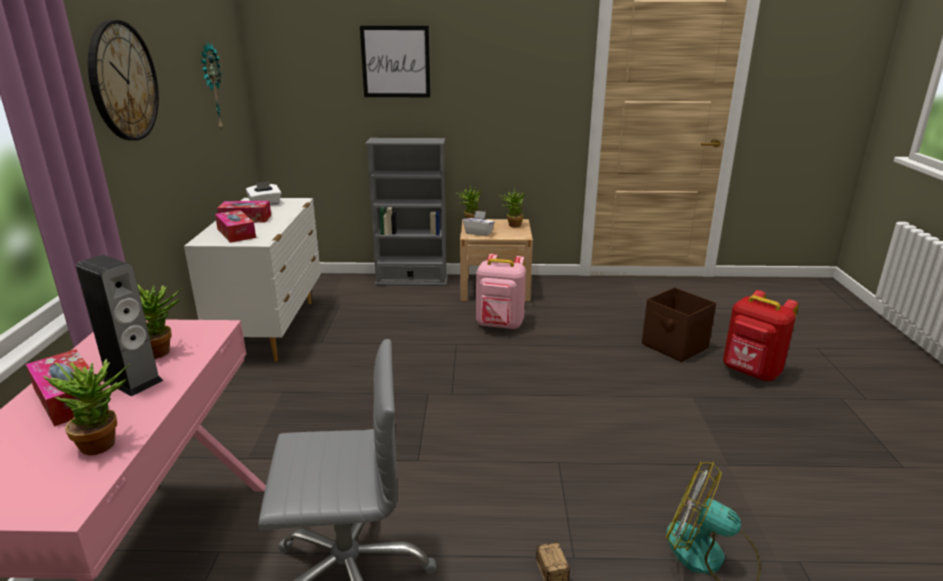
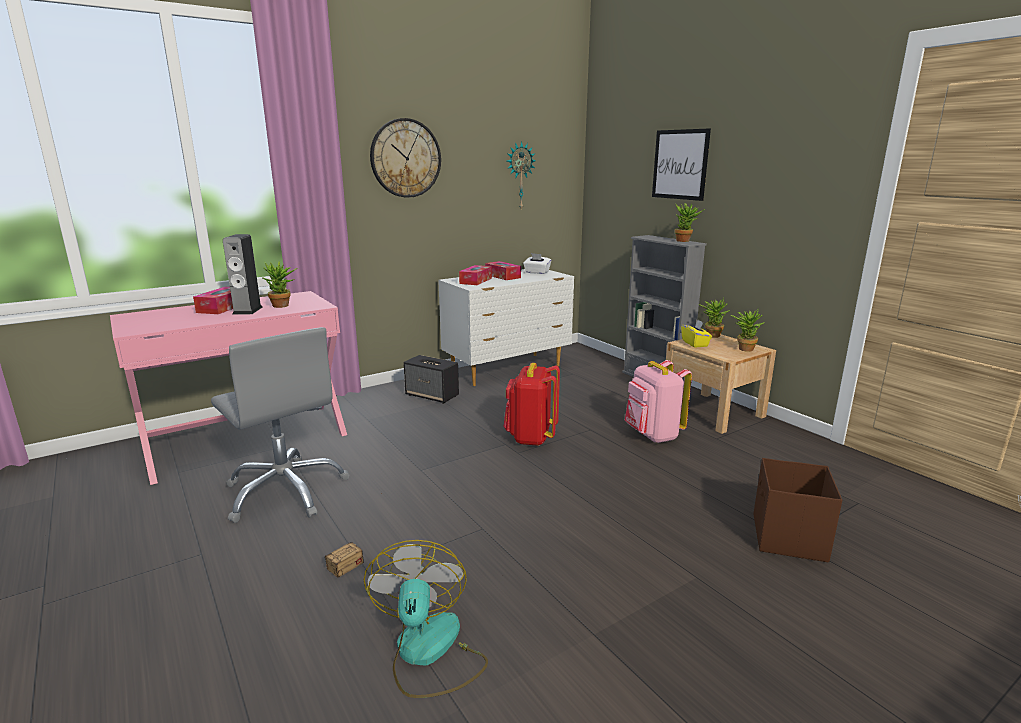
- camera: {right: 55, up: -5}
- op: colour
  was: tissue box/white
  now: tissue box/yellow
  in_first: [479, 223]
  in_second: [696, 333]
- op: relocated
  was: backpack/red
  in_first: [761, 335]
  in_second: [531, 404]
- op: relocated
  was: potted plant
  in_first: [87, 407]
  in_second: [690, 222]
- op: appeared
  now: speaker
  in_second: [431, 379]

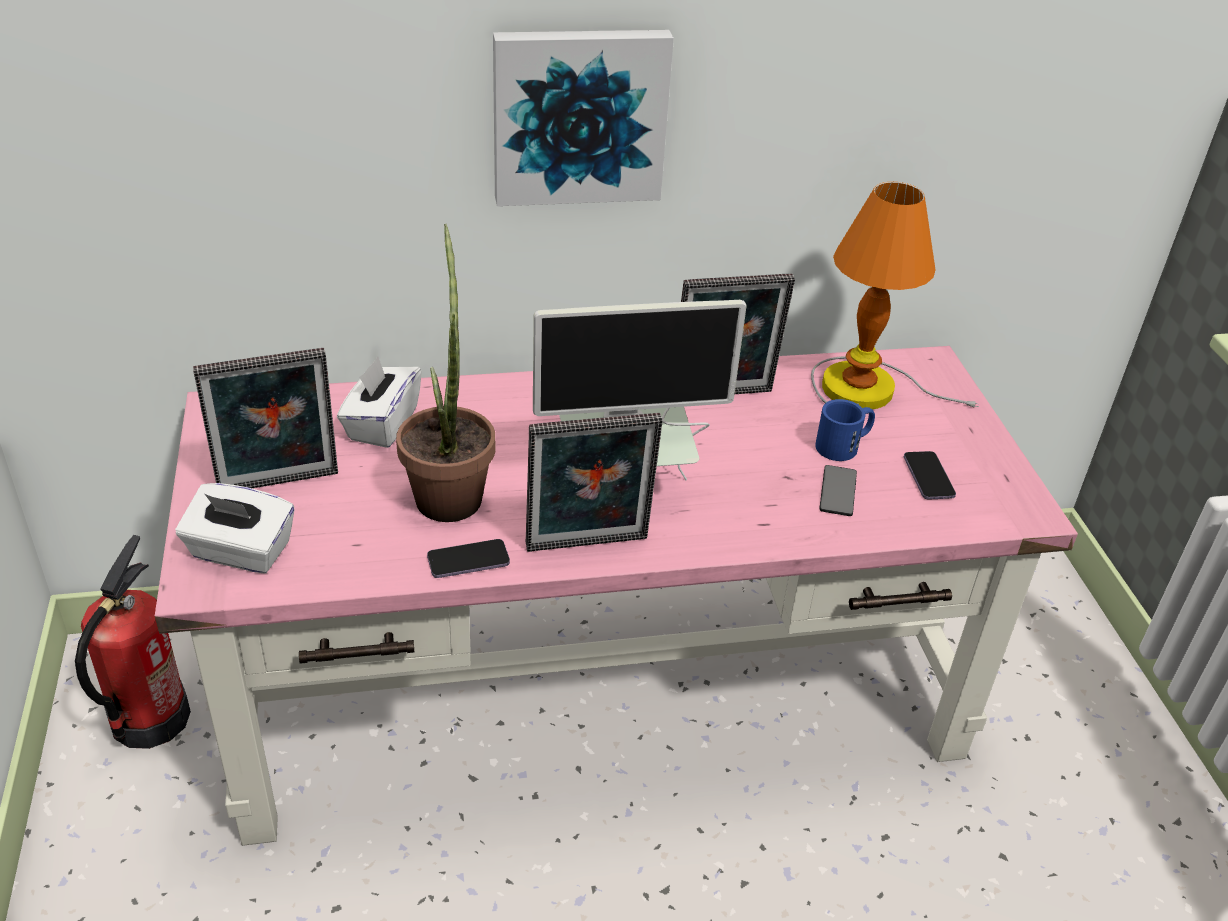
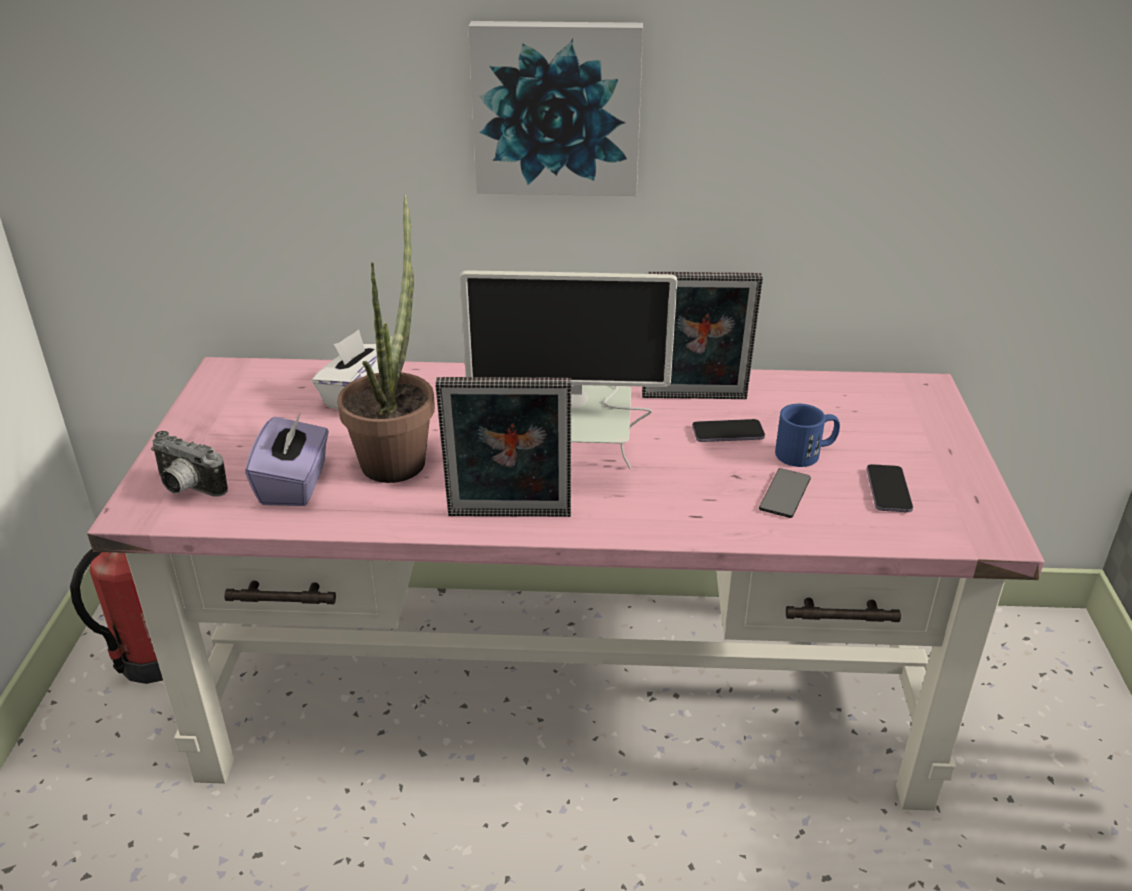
- camera: {right: 15, up: -5}
- op: missing
  was: table lamp
  in_first: [895, 295]
- op: missing
  was: picture frame
  in_first: [265, 418]
- op: exchanged
  was: tissue box/white
  now: photo camera
  in_first: [234, 528]
  in_second: [189, 464]
- op: relocated
  was: phone
  in_first: [468, 558]
  in_second: [728, 430]
- op: appeared
  now: tissue box/purple
  in_second: [287, 459]

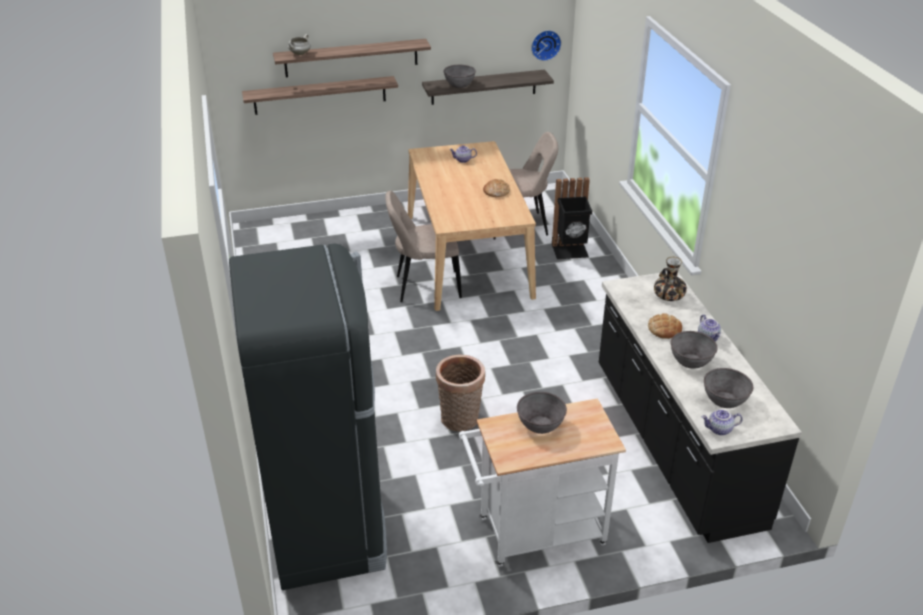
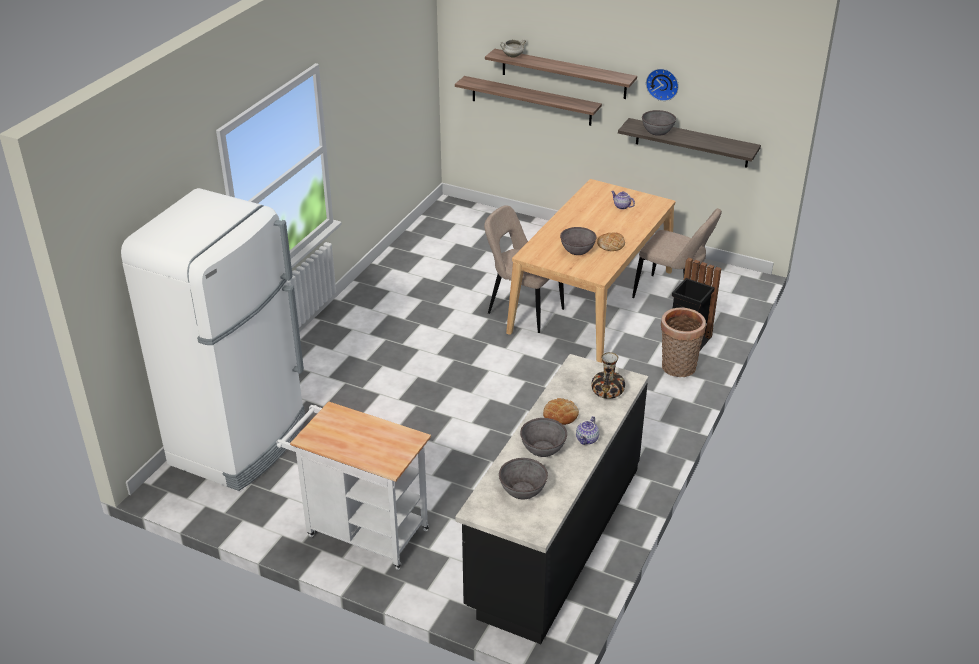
- camera: {right: 40, up: 0}
- op: relocated
  was: wall clock
  in_first: [546, 45]
  in_second: [662, 85]
- op: colour
  was: fridge/black
  now: fridge/white
  in_first: [308, 416]
  in_second: [213, 339]
- op: relocated
  was: basket
  in_first: [460, 392]
  in_second: [683, 342]
- op: relocated
  was: bowl/grey
  in_first: [542, 413]
  in_second: [578, 241]
- op: missing
  was: teapot
  in_first: [722, 422]

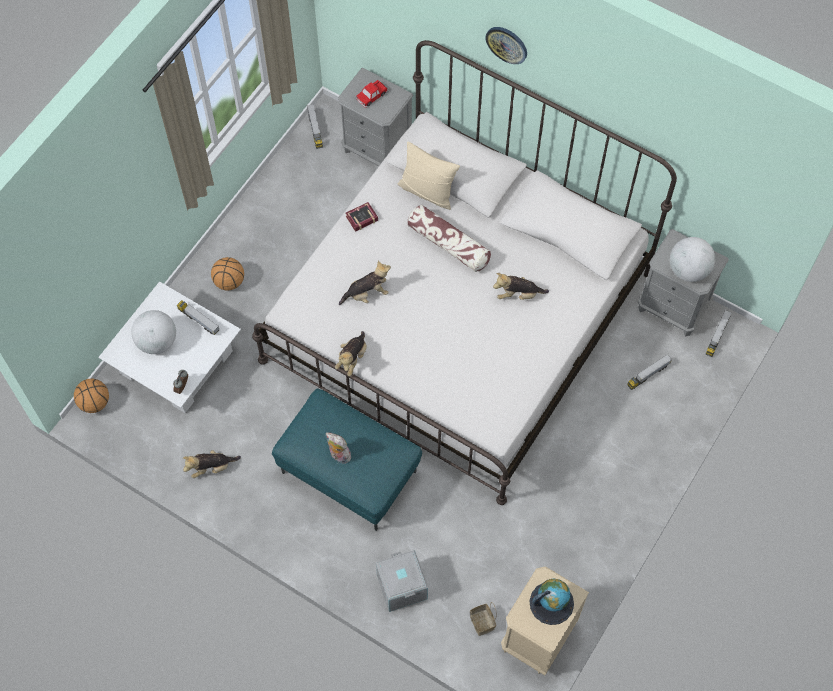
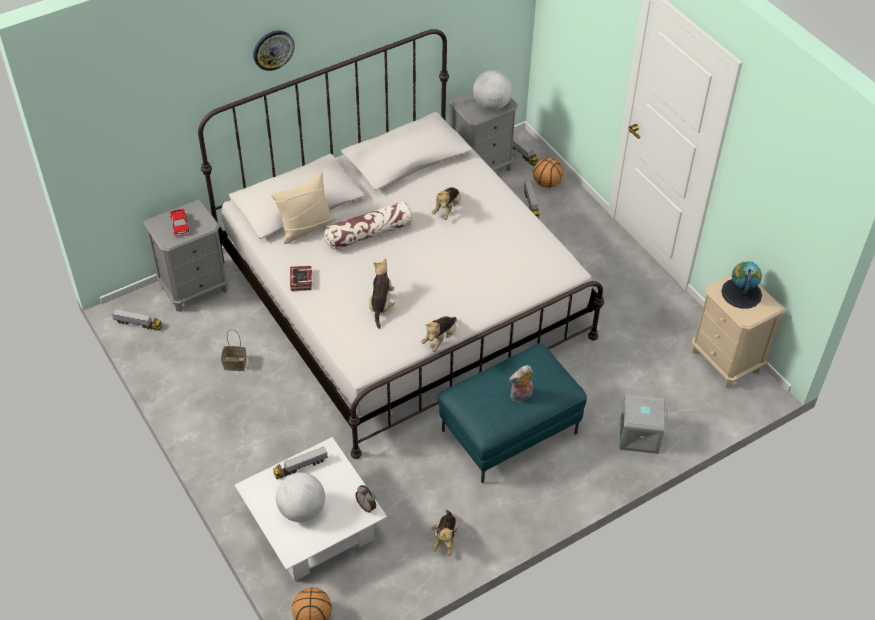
- camera: {right: -65, up: -15}
- op: relocated
  was: basketball
  in_first: [227, 274]
  in_second: [548, 173]
- op: spun
  was: plush toy
  in_first: [351, 353]
  in_second: [439, 334]
  clockwise: 75
- op: relocated
  was: basket
  in_first: [483, 619]
  in_second: [234, 350]

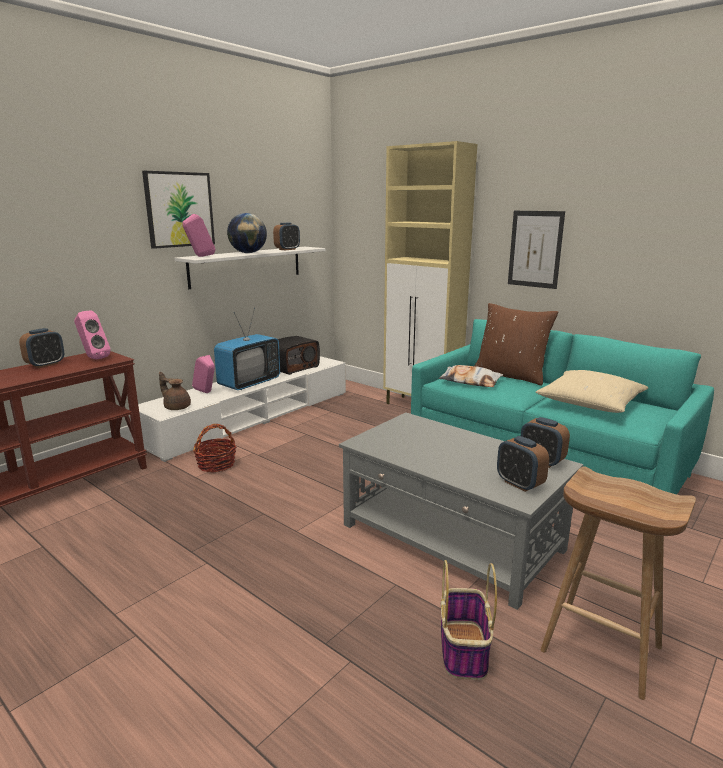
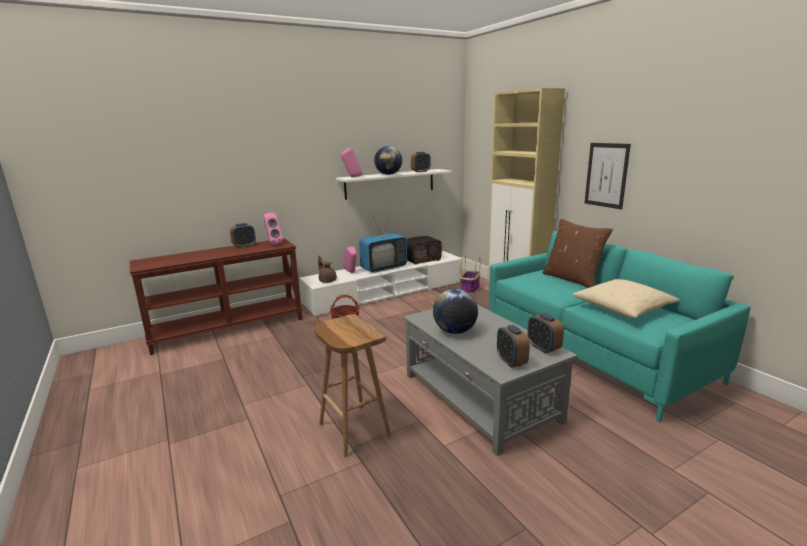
- camera: {right: 20, up: 0}
- op: missing
  was: picture
  in_first: [178, 210]
- op: missing
  was: pillow
  in_first: [471, 376]
- op: relocated
  was: stool/brown
  in_first: [618, 583]
  in_second: [352, 385]
- op: relocated
  was: basket
  in_first: [469, 620]
  in_second: [470, 274]
- op: appeared
  now: globe
  in_second: [455, 311]

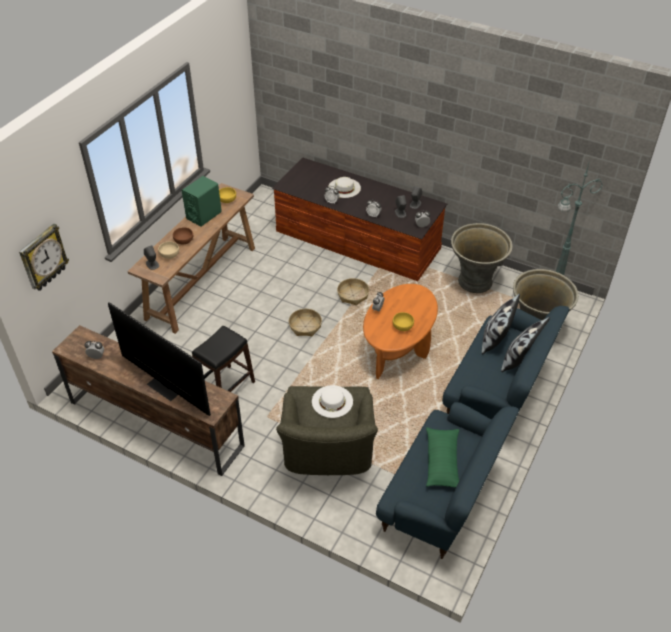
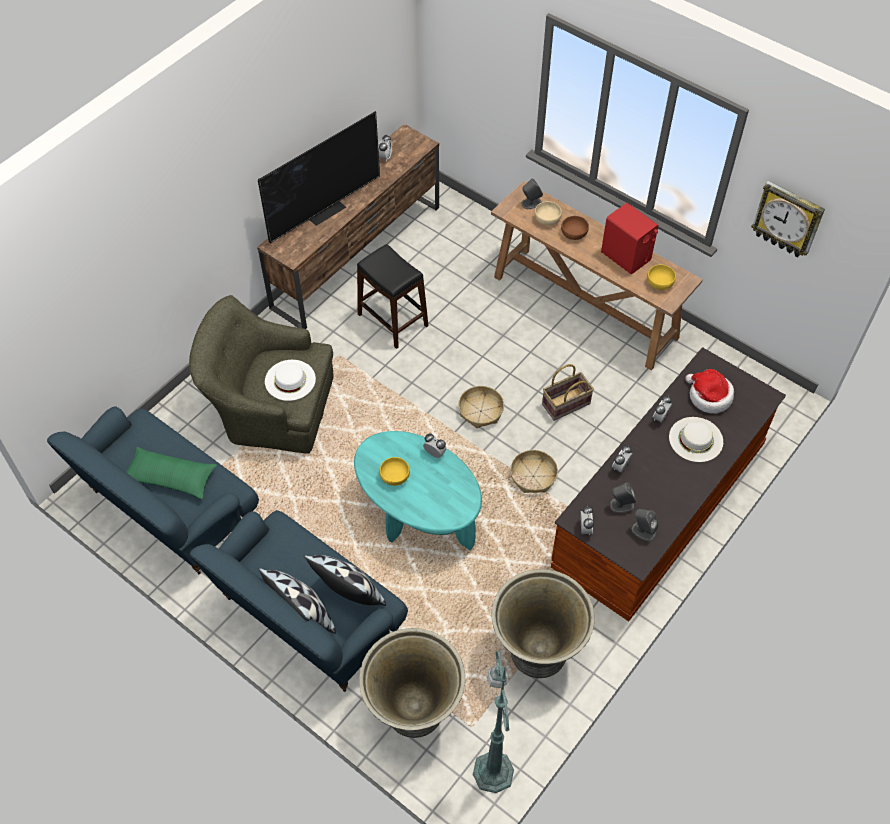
- camera: {right: 100, up: 10}
- op: colour
  was: speaker/green
  now: speaker/red
  in_first: [202, 201]
  in_second: [630, 238]
- op: relocated
  was: wall clock
  in_first: [44, 257]
  in_second: [788, 219]
- op: colour
  was: coffee table/orange
  now: coffee table/turquoise
  in_first: [400, 331]
  in_second: [418, 490]
- op: appeared
  now: basket
  in_second: [568, 392]
- op: appeared
  now: hat
  in_second: [709, 391]

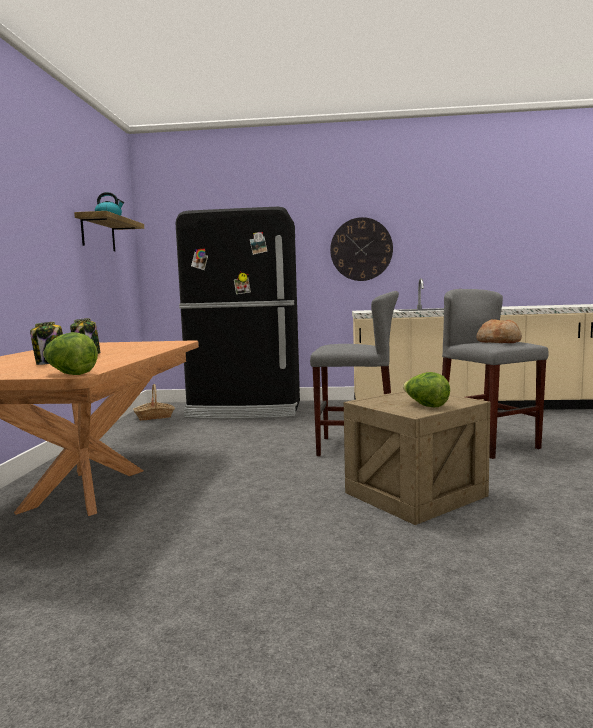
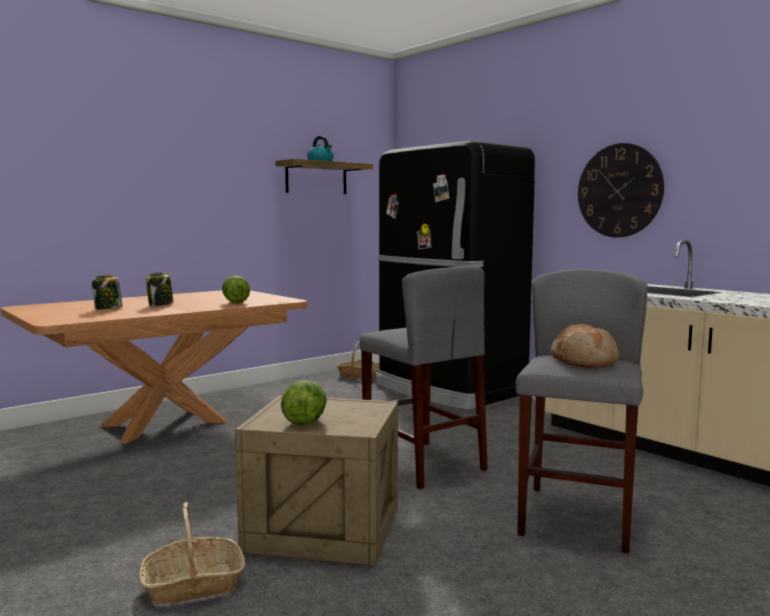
- camera: {right: 45, up: 0}
- op: relocated
  was: lettuce
  in_first: [70, 353]
  in_second: [236, 289]
- op: appeared
  now: basket
  in_second: [192, 553]

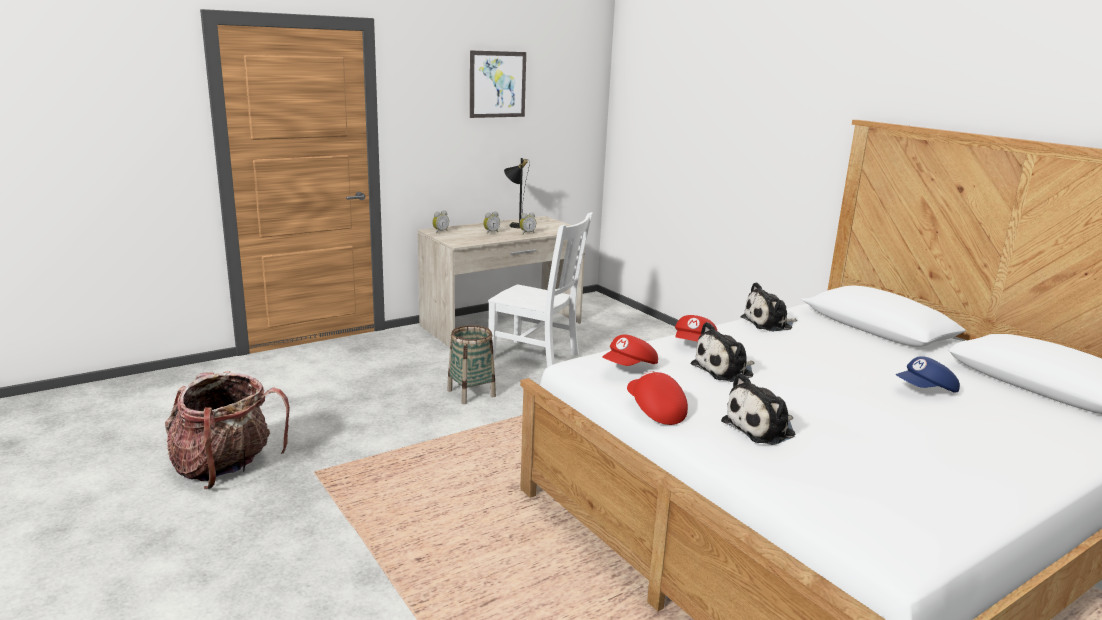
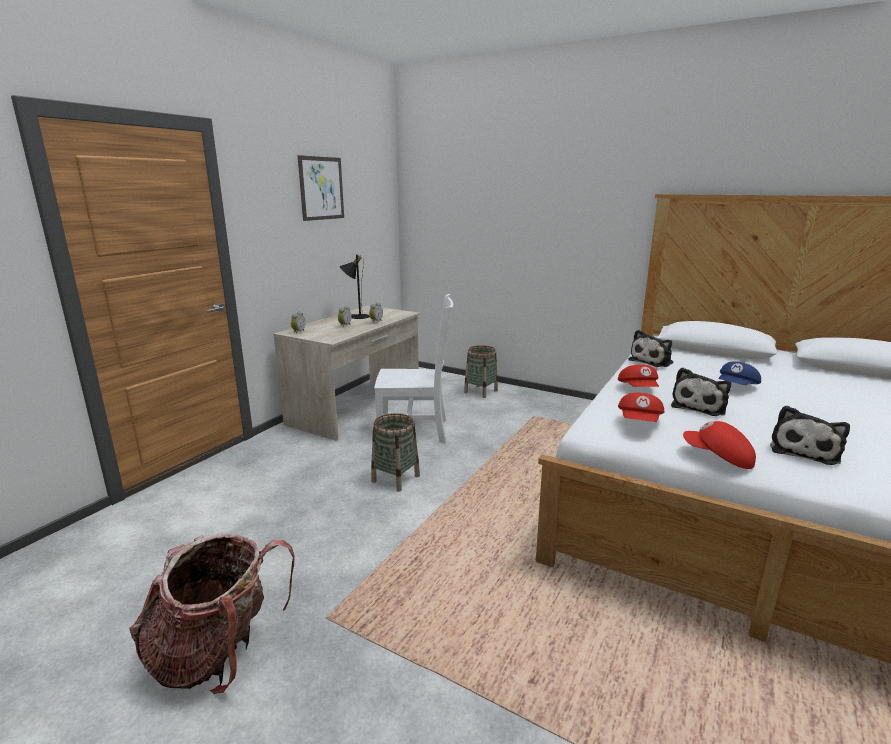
- camera: {right: -25, up: 0}
- op: relocated
  was: cap/blue
  in_first: [928, 374]
  in_second: [739, 373]
- op: appeared
  now: basket
  in_second: [481, 371]

